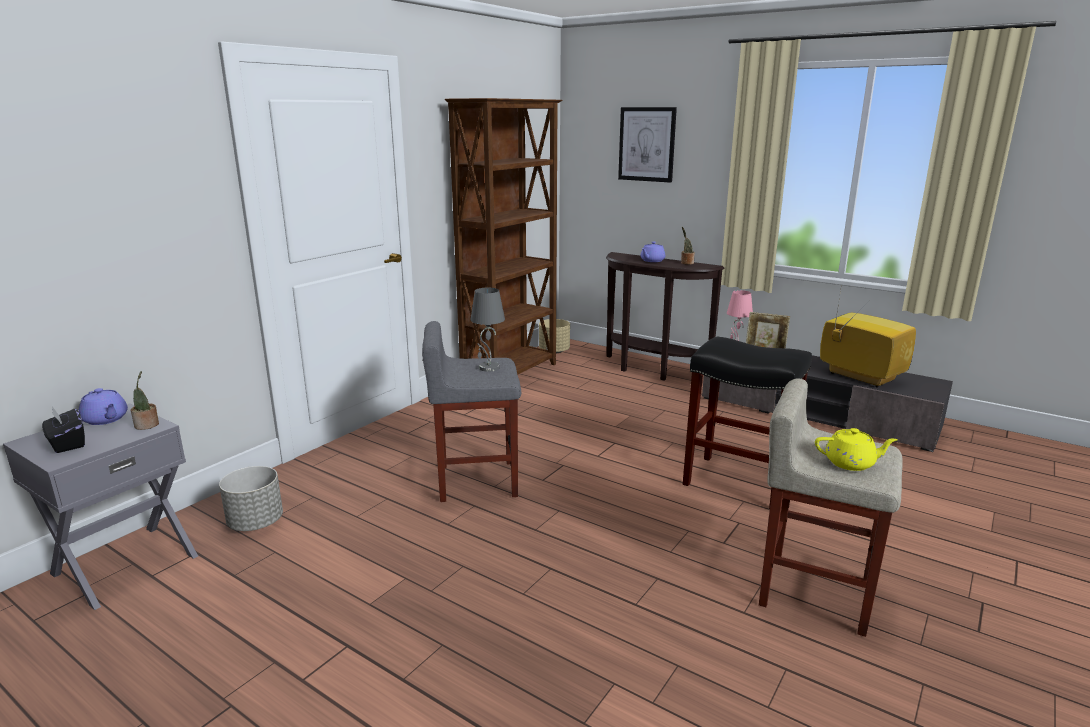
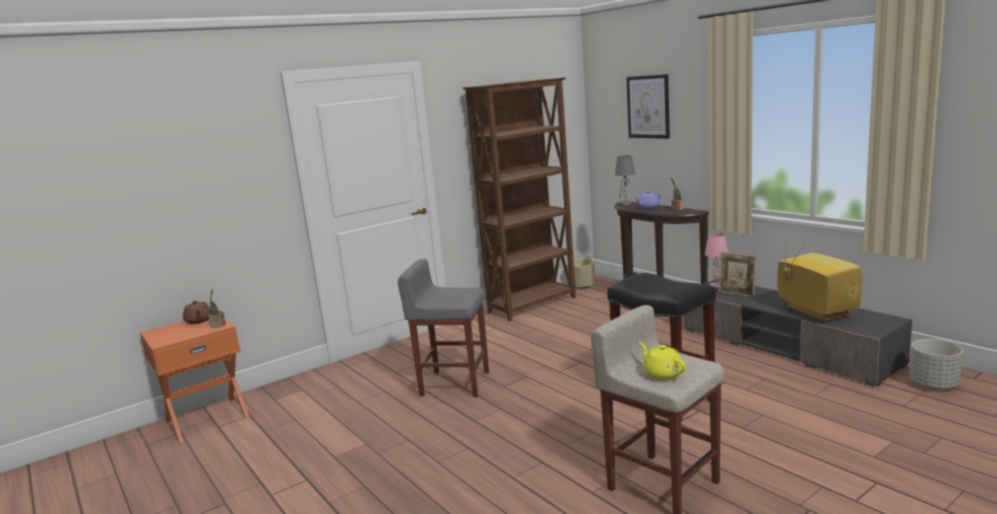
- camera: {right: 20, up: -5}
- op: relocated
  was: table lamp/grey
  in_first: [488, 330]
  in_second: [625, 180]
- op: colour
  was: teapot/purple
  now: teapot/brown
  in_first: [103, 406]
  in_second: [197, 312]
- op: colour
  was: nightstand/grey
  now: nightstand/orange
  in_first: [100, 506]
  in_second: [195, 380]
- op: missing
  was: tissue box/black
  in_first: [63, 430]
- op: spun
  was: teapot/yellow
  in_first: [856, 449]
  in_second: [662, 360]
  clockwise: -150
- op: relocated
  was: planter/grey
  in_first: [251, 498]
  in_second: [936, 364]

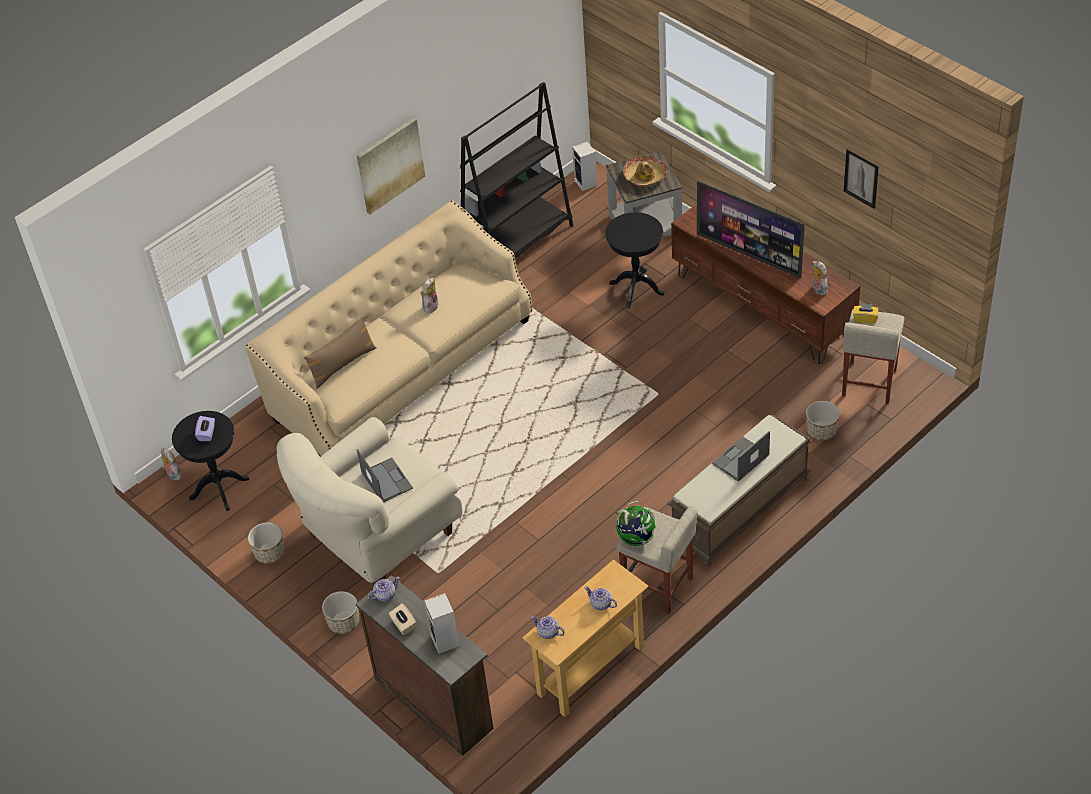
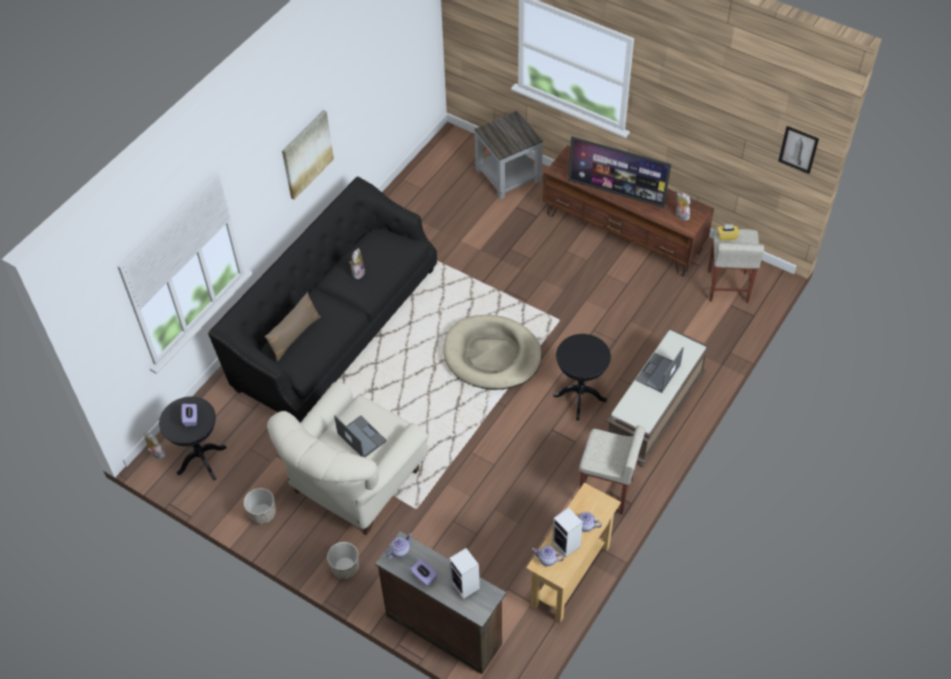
- camera: {right: -15, up: 5}
- op: missing
  was: bookcase/black
  in_first: [516, 170]
- op: relocated
  was: speaker
  in_first: [585, 166]
  in_second: [567, 532]
- op: relocated
  was: picture
  in_first: [861, 179]
  in_second: [798, 150]
- op: missing
  was: hat
  in_first: [645, 171]
- op: colour
  was: sofa/beige
  now: sofa/black
  in_first: [389, 328]
  in_second: [322, 300]
- op: relocated
  was: side table/black
  in_first: [634, 260]
  in_second: [582, 377]
- op: missing
  was: planter
  in_first: [823, 421]
- op: missing
  was: globe
  in_first: [636, 523]
- op: colour
  was: tissue box/beige
  now: tissue box/purple
  in_first: [402, 619]
  in_second: [424, 572]
- op: appeared
  now: dog bed/beige
  in_second: [493, 352]

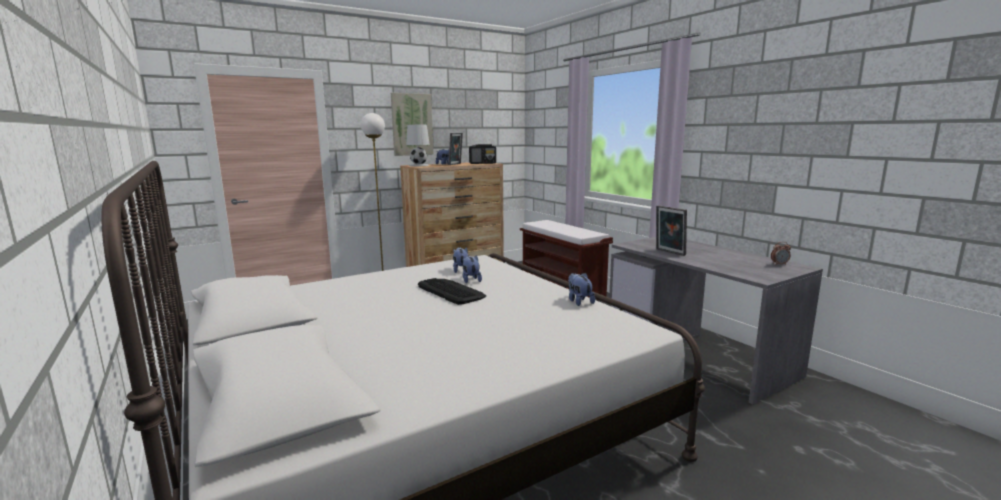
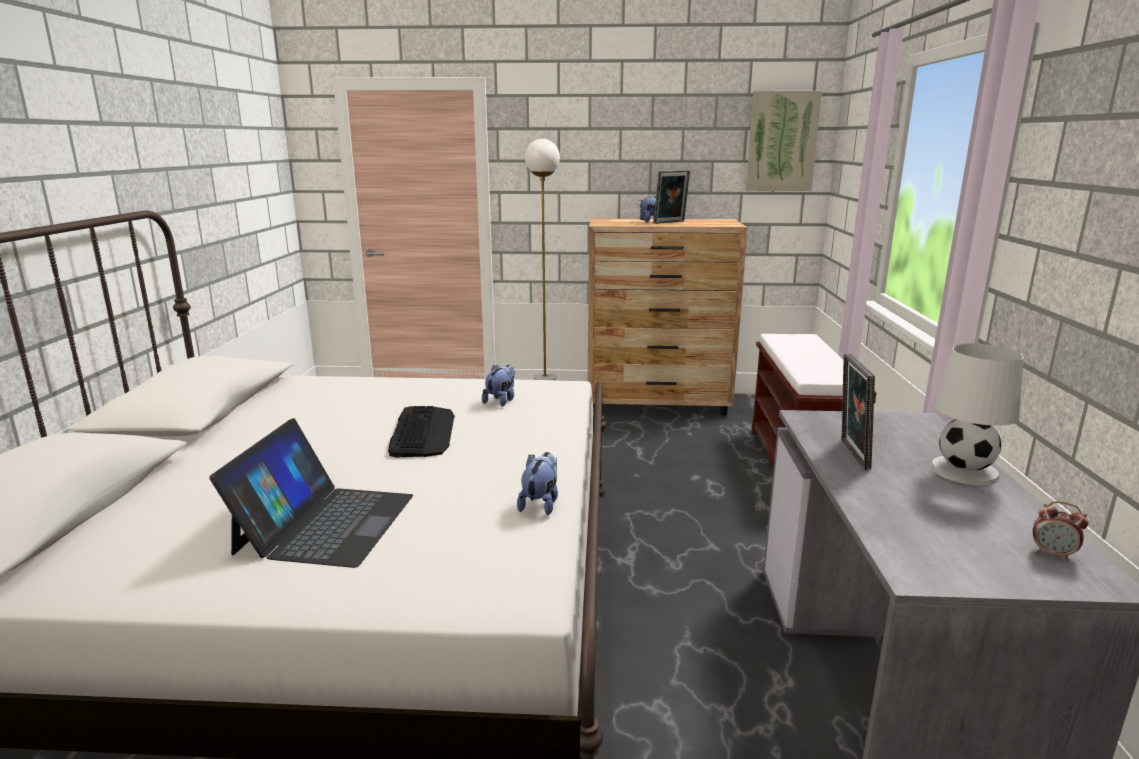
- camera: {right: 35, up: 5}
- op: relocated
  was: picture
  in_first: [412, 124]
  in_second: [784, 141]
- op: relocated
  was: table lamp/white
  in_first: [418, 146]
  in_second: [977, 415]
- op: missing
  was: radio
  in_first: [482, 154]
- op: missing
  was: plush toy
  in_first: [472, 269]
- op: appeared
  now: laptop
  in_second: [311, 493]

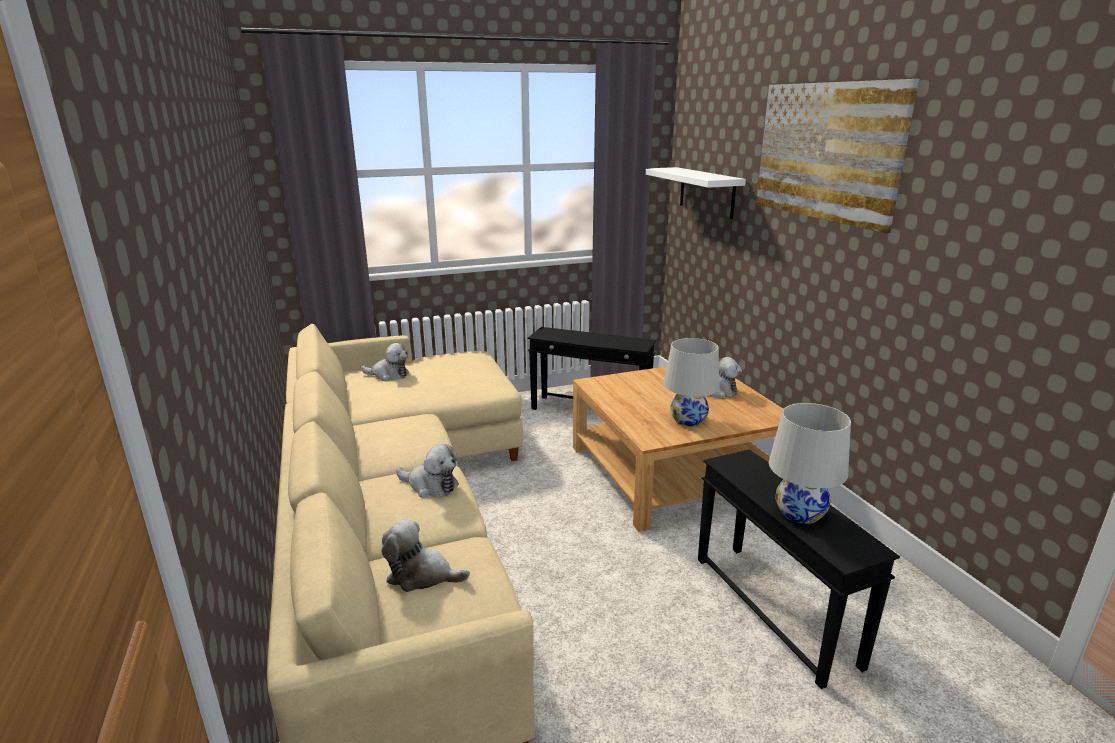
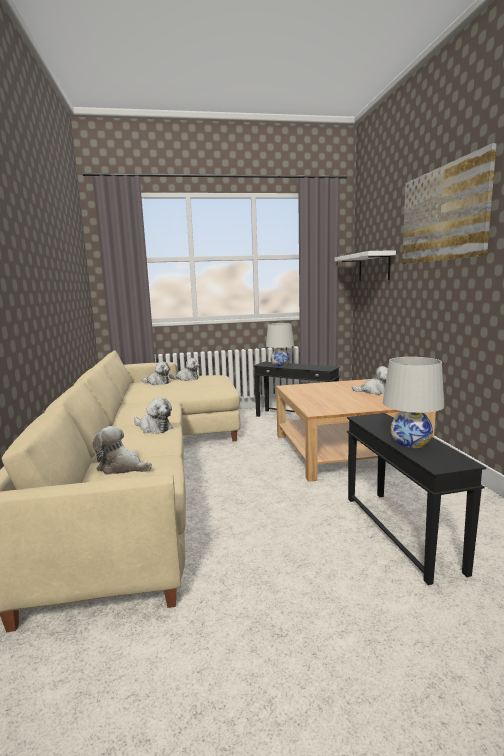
- camera: {right: 10, up: -10}
- op: relocated
  was: table lamp/white
  in_first: [692, 382]
  in_second: [280, 345]
- op: appeared
  now: plush toy
  in_second: [184, 369]

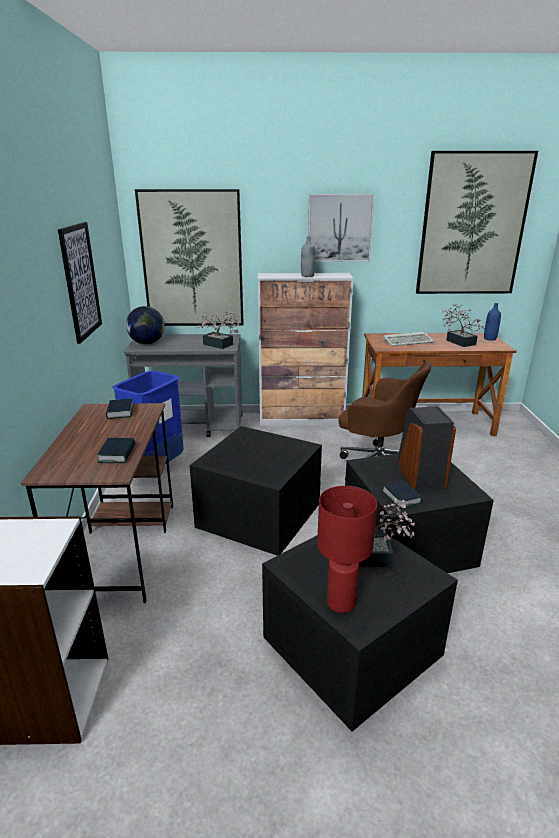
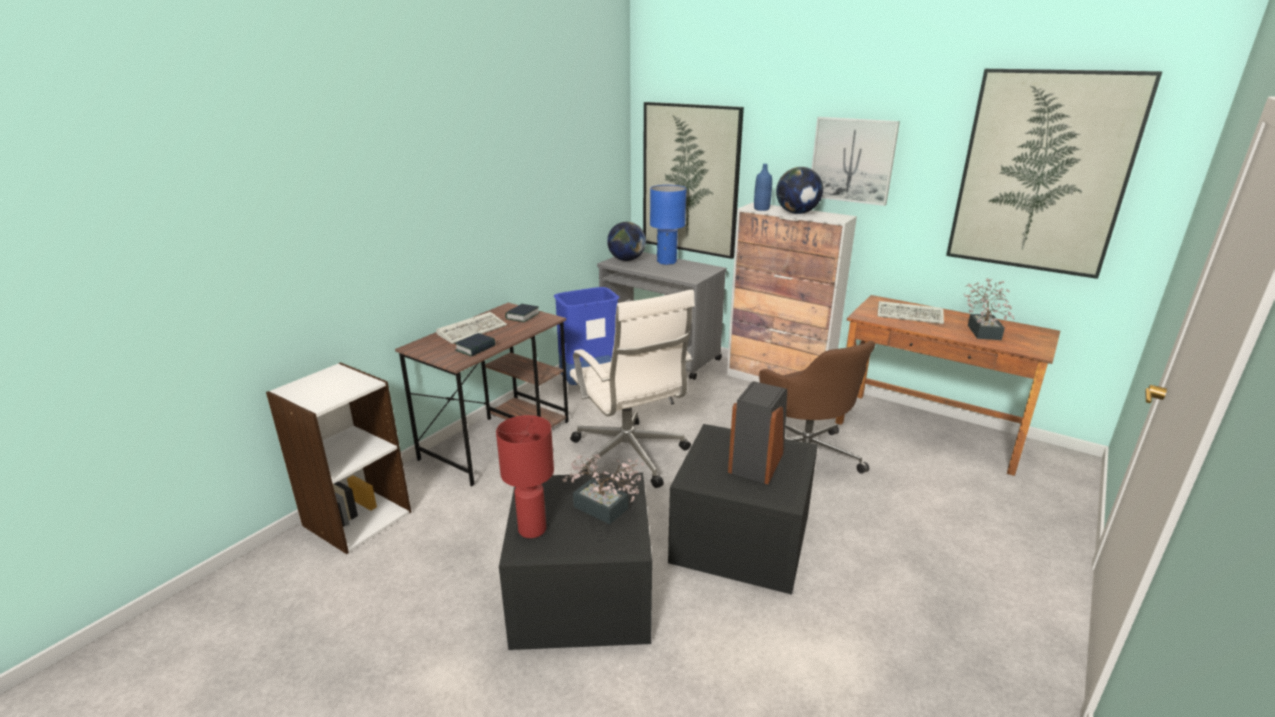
- camera: {right: 35, up: 0}
- op: missing
  was: picture
  in_first: [80, 283]
- op: exchanged
  was: bottle/grey
  now: globe
  in_first: [308, 256]
  in_second: [799, 190]
- op: relocated
  was: bottle/blue
  in_first: [492, 322]
  in_second: [763, 187]
- op: missing
  was: potted plant
  in_first: [219, 330]
- op: exchanged
  was: storage box/black
  now: office chair/white
  in_first: [255, 491]
  in_second: [632, 389]
- op: missing
  was: book
  in_first: [402, 494]
- op: appeared
  now: table lamp/blue
  in_second: [668, 225]
- op: appeared
  now: keyboard
  in_second: [471, 328]

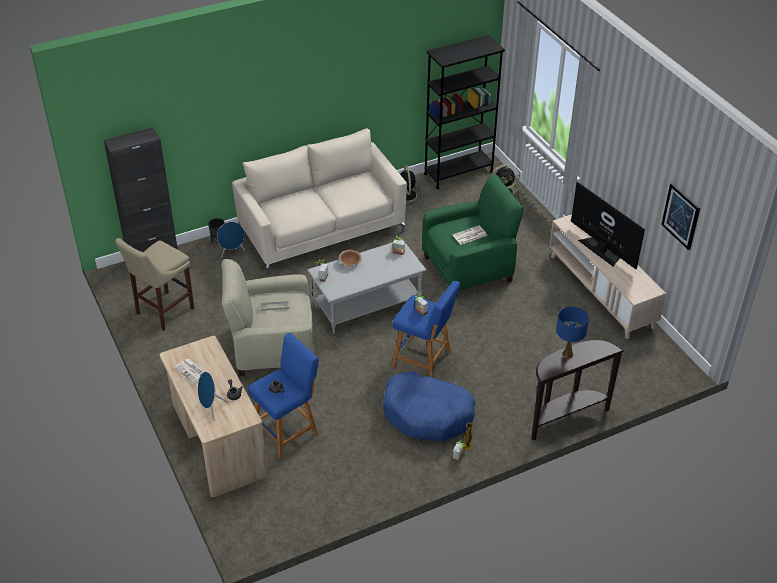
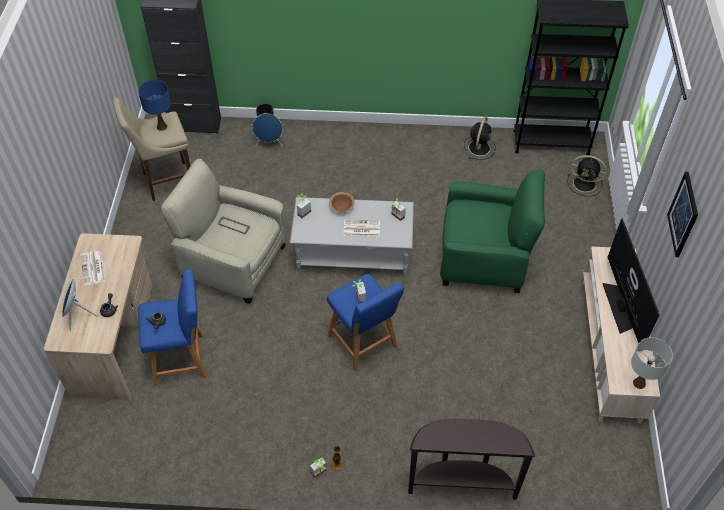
- camera: {right: 30, up: 10}
- op: missing
  was: sofa/beige
  in_first: [319, 201]
- op: relocated
  was: picture
  in_first: [680, 216]
  in_second: [682, 214]
- op: relocated
  was: newspaper
  in_first: [470, 235]
  in_second: [362, 228]
- op: relocated
  was: table lamp/blue
  in_first: [572, 332]
  in_second: [154, 105]
- op: missing
  was: dog bed/blue
  in_first: [429, 406]
- op: appeared
  now: table lamp/white
  in_second: [652, 363]

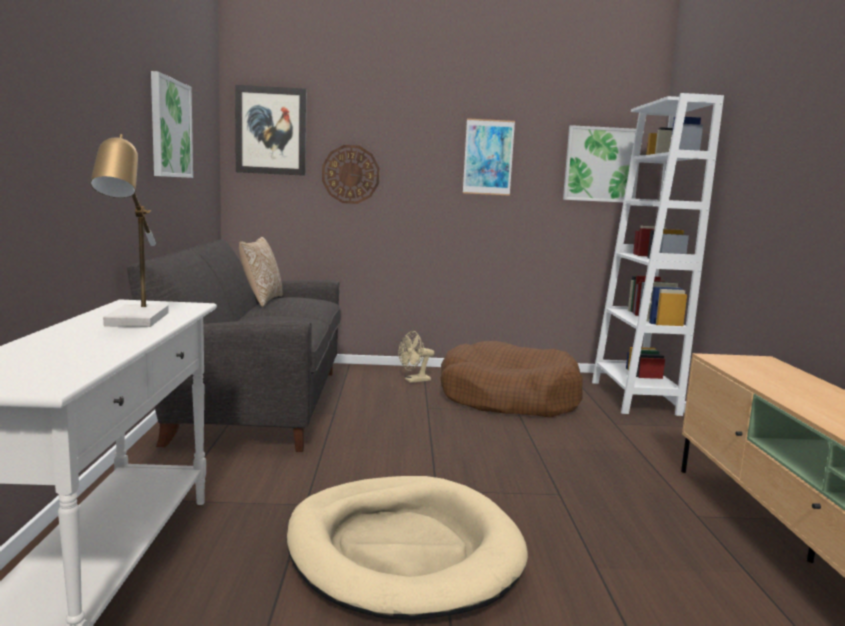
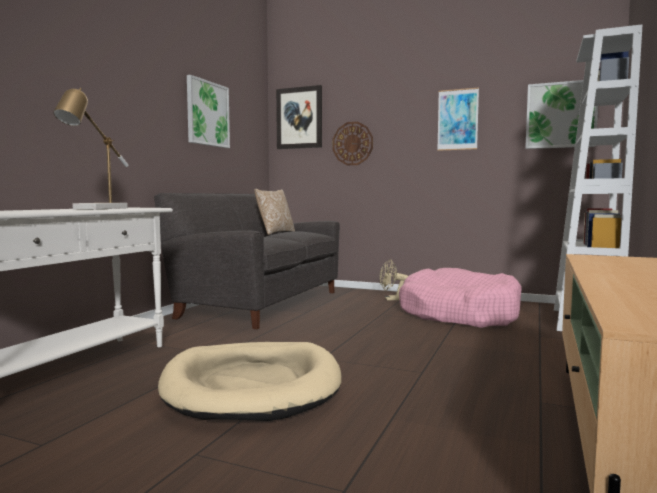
- camera: {right: 25, up: -5}
- op: colour
  was: dog bed/brown
  now: dog bed/pink
  in_first: [511, 379]
  in_second: [460, 298]

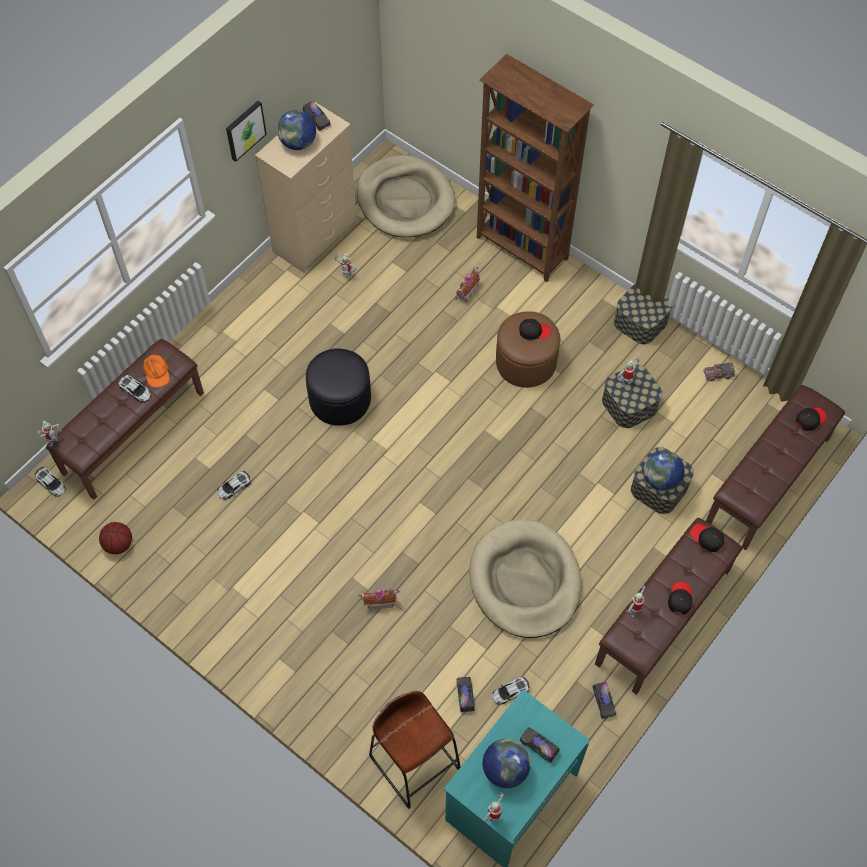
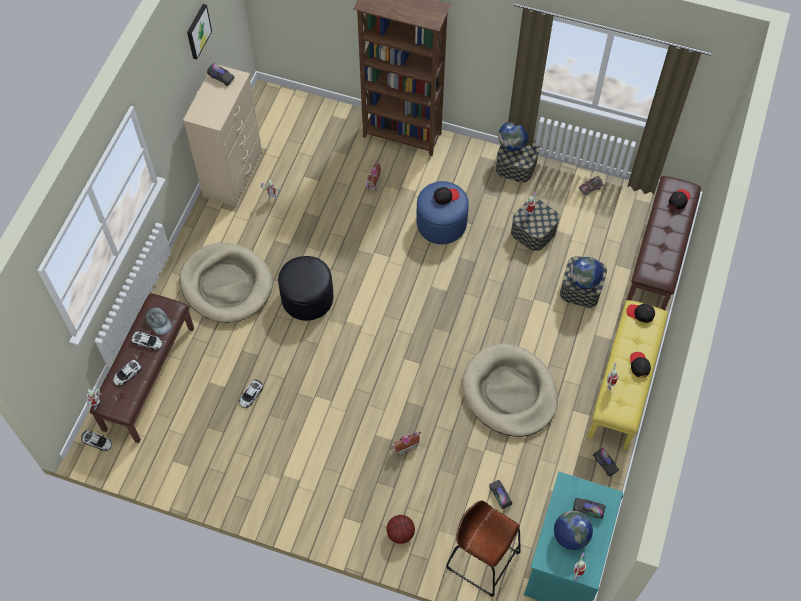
- camera: {right: -20, up: 0}
- op: relocated
  was: picture
  in_first: [246, 131]
  in_second: [199, 31]
- op: relocated
  was: globe
  in_first: [296, 130]
  in_second: [513, 136]
- op: relocated
  was: dog bed/beige
  in_first: [406, 196]
  in_second: [226, 283]
- op: colour
  was: ottoman/brown
  now: ottoman/blue
  in_first: [528, 349]
  in_second: [442, 212]
- op: colour
  was: cap/orange
  now: cap/grey
  in_first: [156, 371]
  in_second: [159, 321]
- op: colour
  was: bench/brown
  now: bench/yellow
  in_first: [669, 606]
  in_second: [627, 375]
- op: relocated
  was: basketball
  in_first: [115, 538]
  in_second: [400, 529]
- op: relocated
  was: toy car
  in_first: [510, 691]
  in_second: [127, 372]

